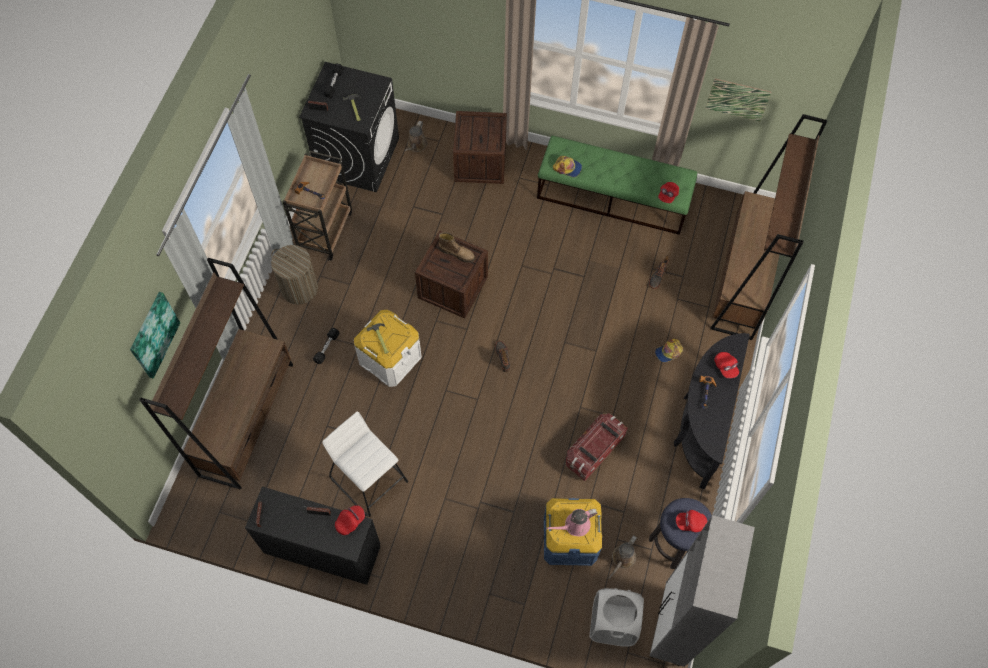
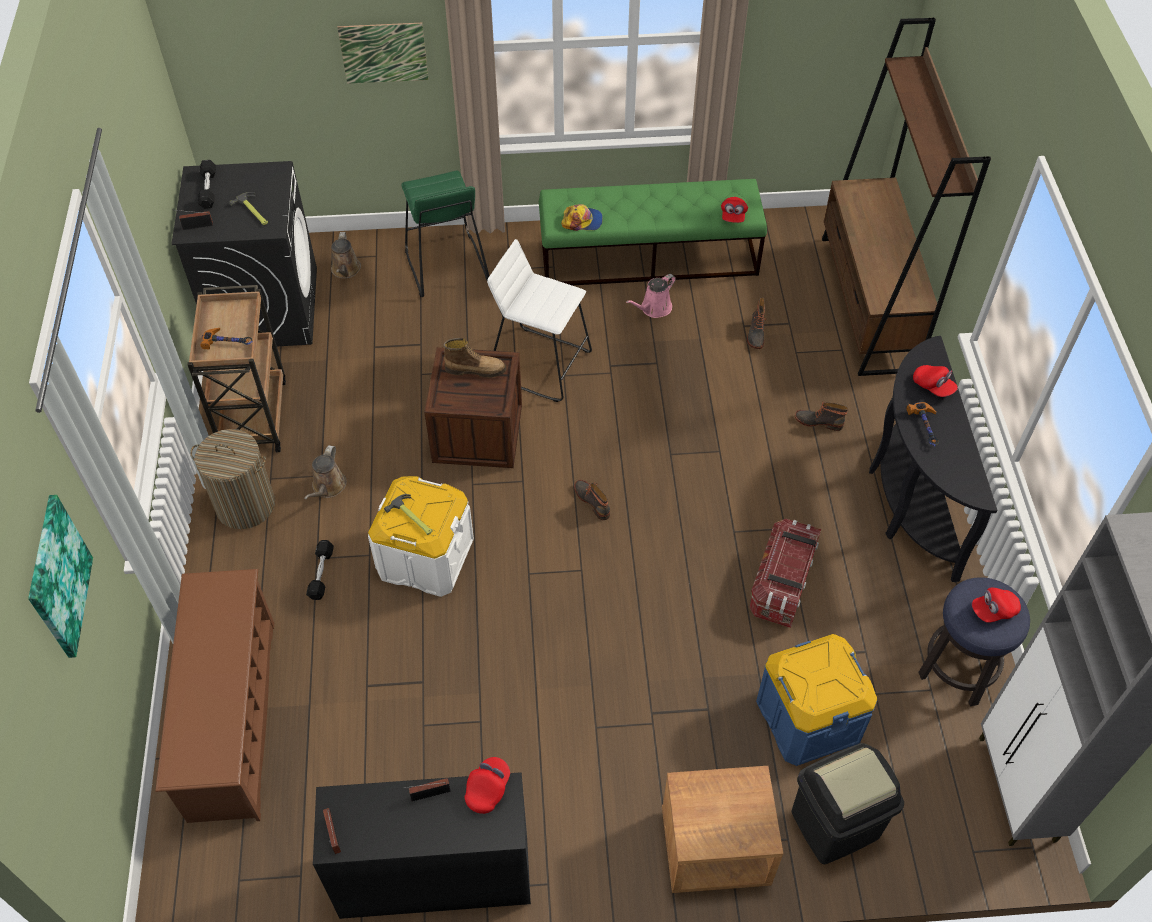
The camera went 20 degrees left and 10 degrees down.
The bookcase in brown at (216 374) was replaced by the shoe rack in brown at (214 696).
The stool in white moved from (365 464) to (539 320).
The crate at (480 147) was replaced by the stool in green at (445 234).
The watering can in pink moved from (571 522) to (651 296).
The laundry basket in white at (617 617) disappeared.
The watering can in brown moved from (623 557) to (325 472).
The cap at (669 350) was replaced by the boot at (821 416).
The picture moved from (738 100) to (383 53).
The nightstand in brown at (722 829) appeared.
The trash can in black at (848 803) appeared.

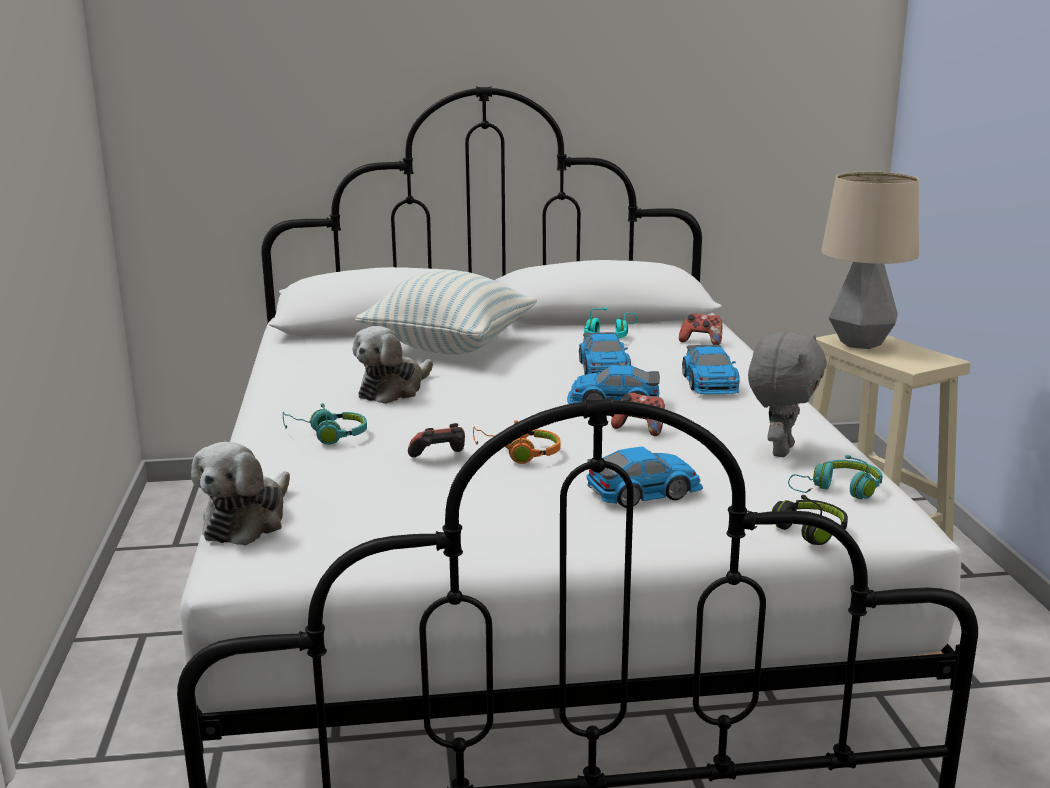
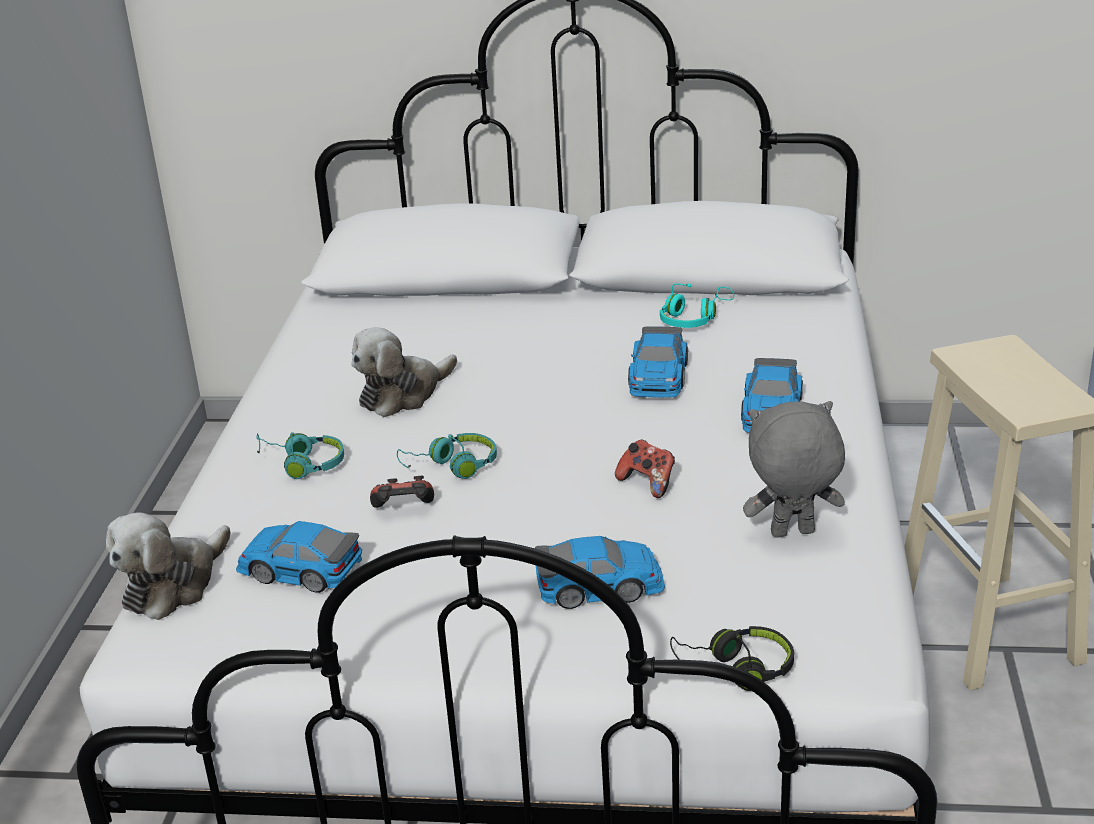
The camera went 15 degrees right and 10 degrees up.
The pillow at (446 312) disappeared.
The headphones in orange at (517 442) disappeared.
The toy car moved from (613 384) to (299 557).
The game controller at (700 329) disappeared.
The plush toy in grey at (787 394) turned 135 degrees counterclockwise.
The headphones in turquoise moved from (835 477) to (447 456).
The table lamp at (870 260) disappeared.

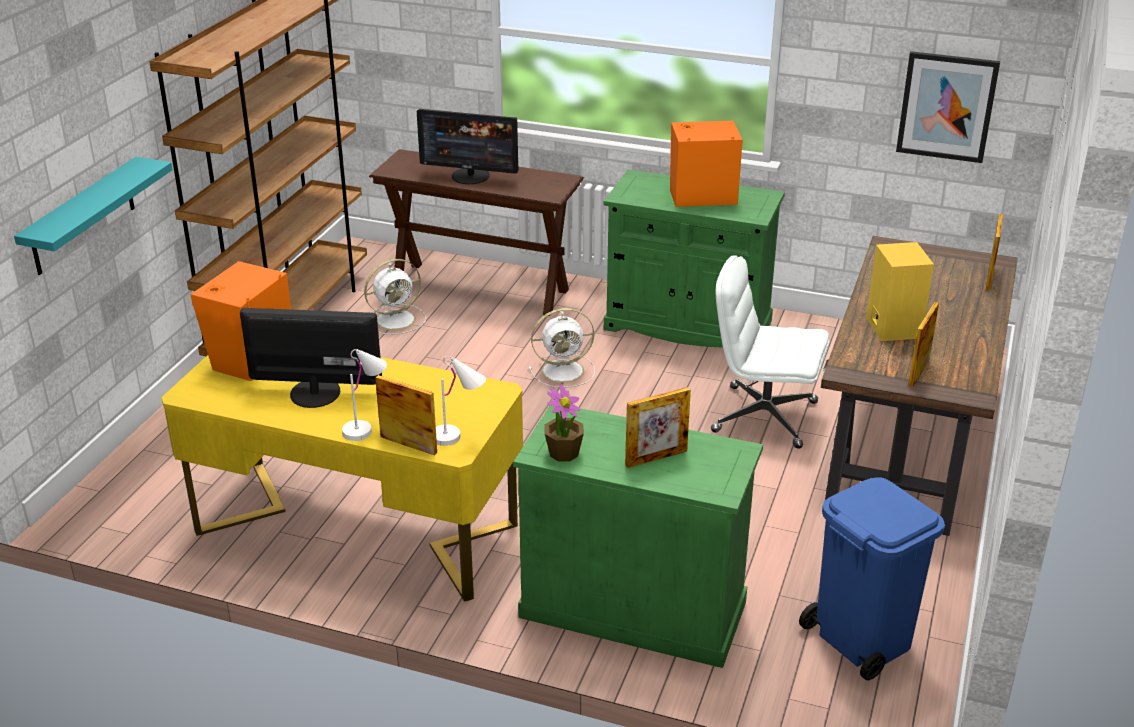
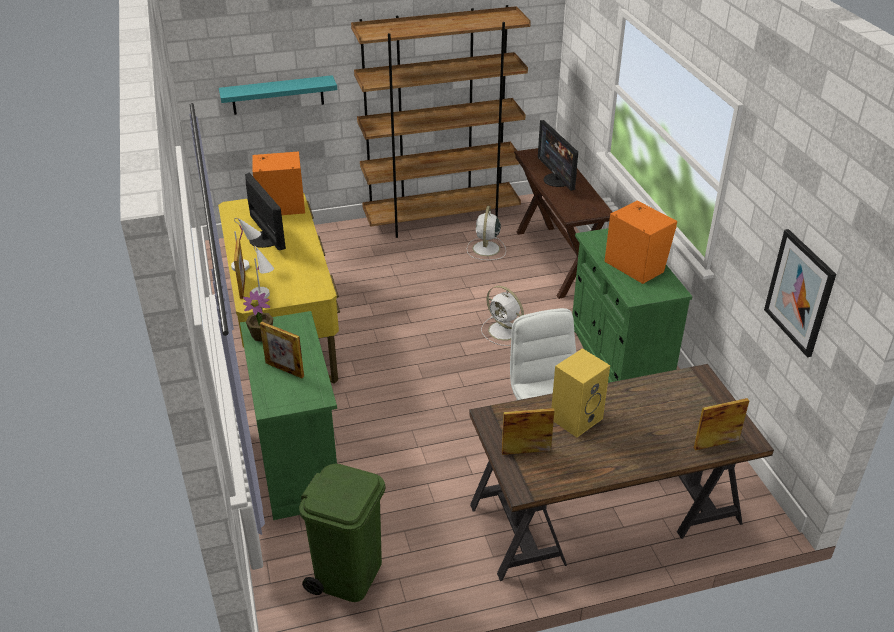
The camera went 55 degrees right and 5 degrees up.
The fan in white at (395 297) turned 75 degrees clockwise.
The trash can in blue at (872 578) became the trash can in green at (342 533).

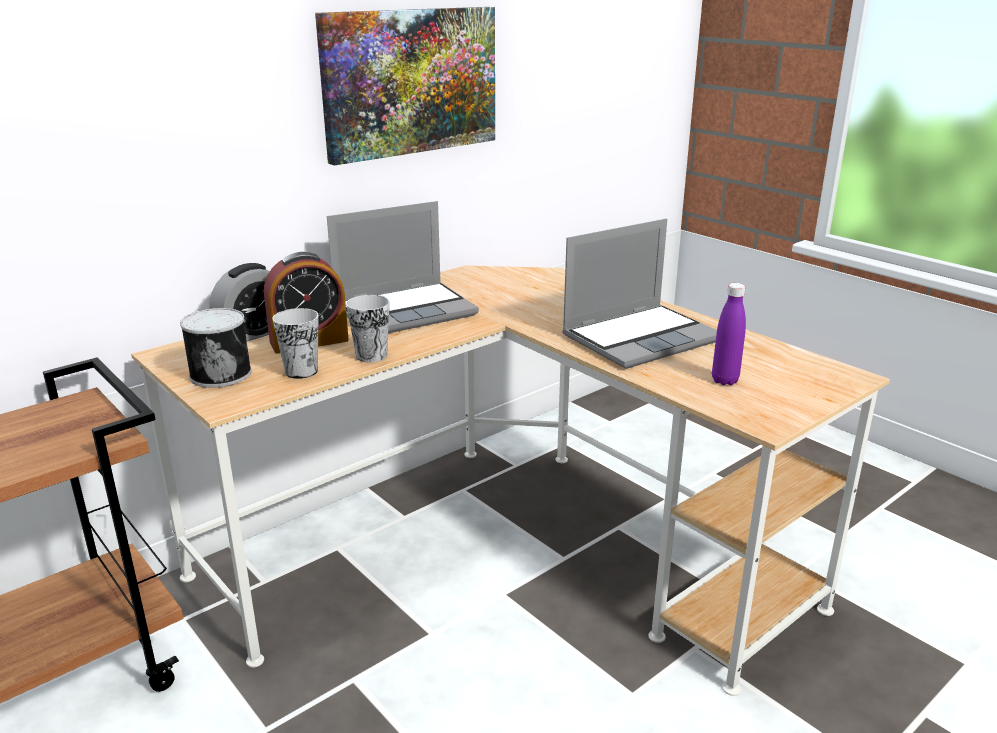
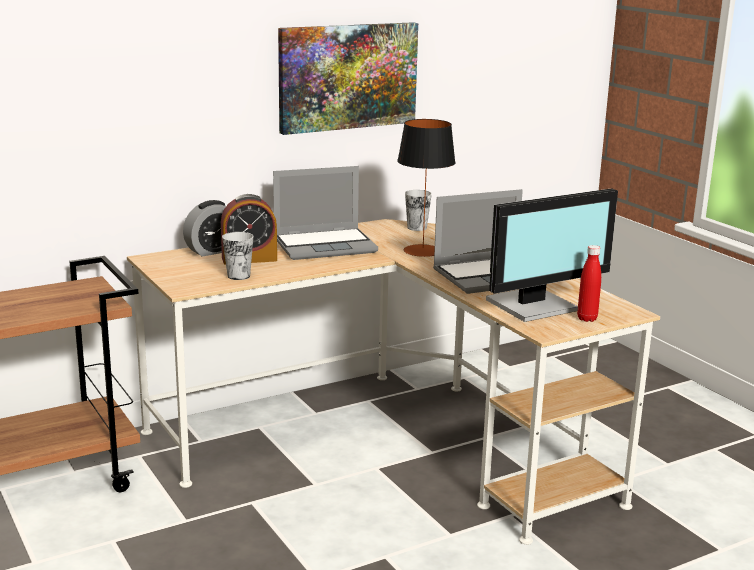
The camera went 10 degrees right and 5 degrees down.
The can at (216 348) disappeared.
The cup moved from (368 328) to (418 210).
The bottle in purple at (729 334) was replaced by the monitor at (552 255).
The table lamp at (426 188) appeared.
The bottle in red at (589 283) appeared.

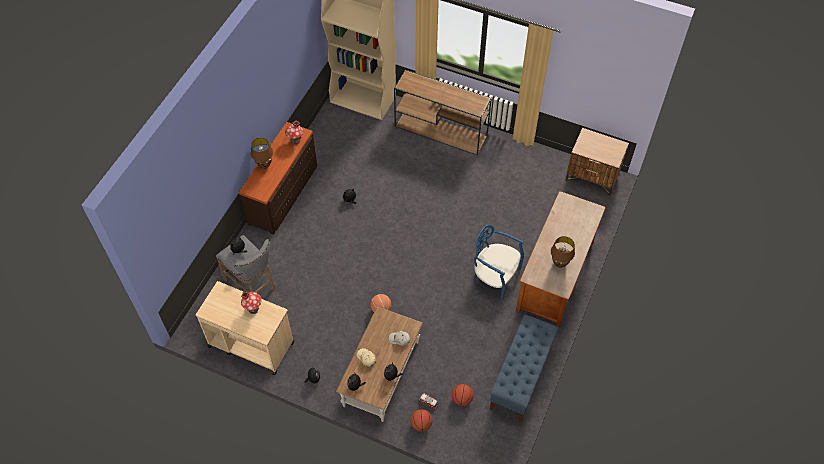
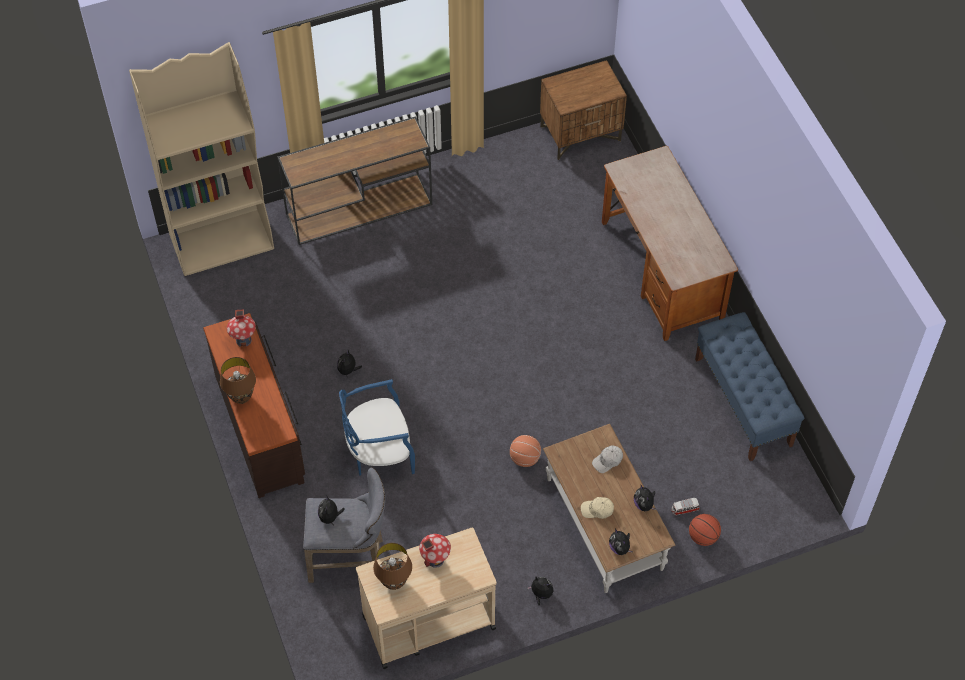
The camera went 45 degrees left and 0 degrees up.
The basketball at (463 395) disappeared.
The chair in blue moved from (499 263) to (377 427).
The table lamp in brown moved from (563 252) to (392 566).

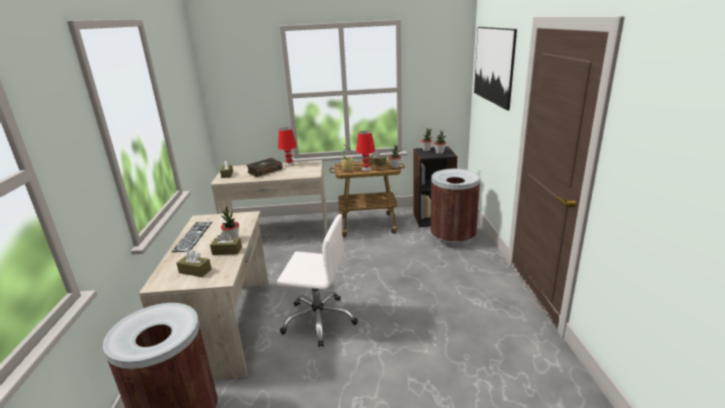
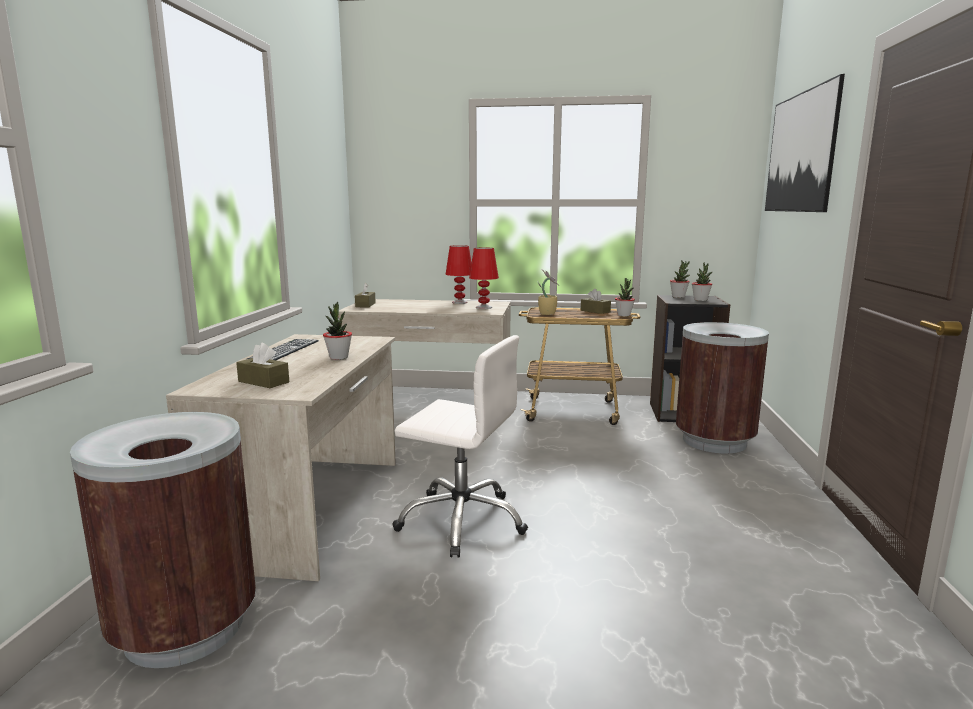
The camera went 10 degrees right and 10 degrees down.
The tissue box in brown at (226 243) disappeared.
The book at (264 167) disappeared.
The table lamp in red moved from (365 151) to (484 278).

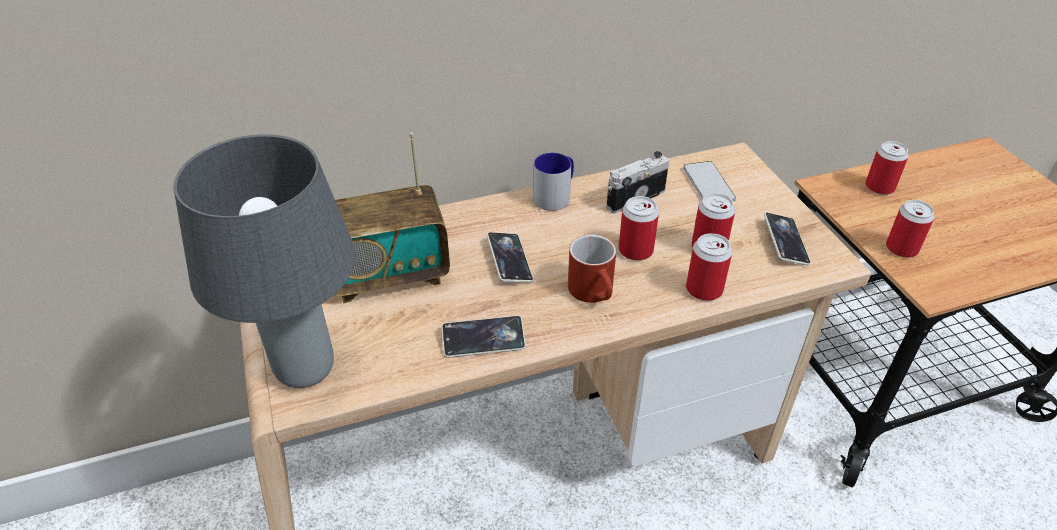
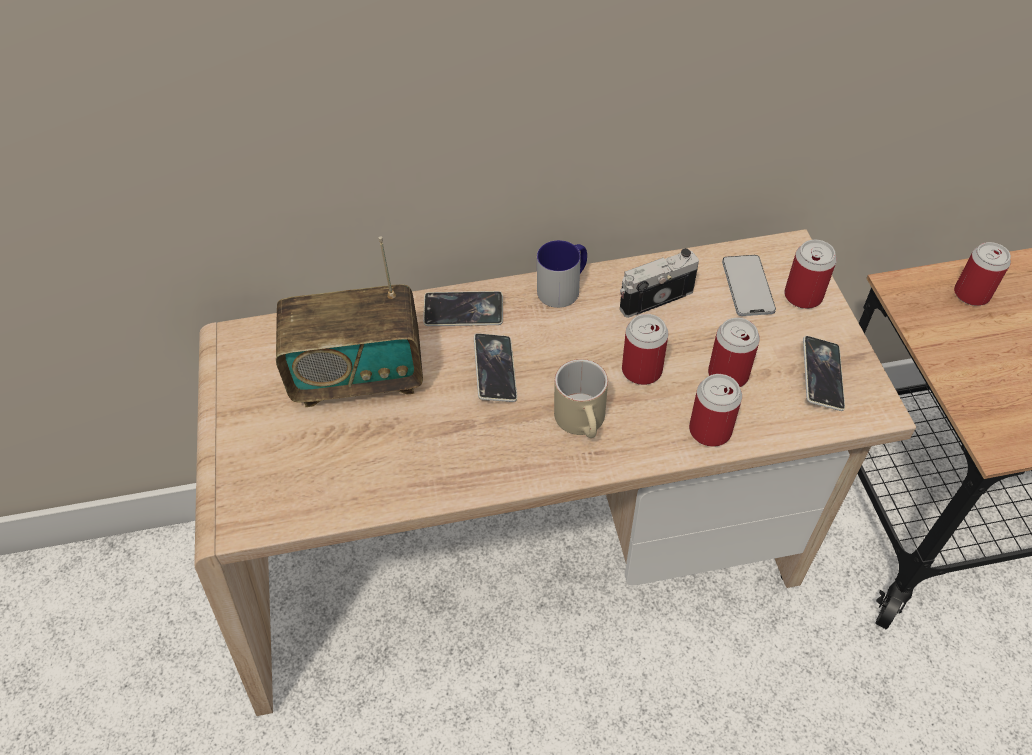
The camera went 10 degrees right and 10 degrees up.
The table lamp in grey at (265 261) disappeared.
The phone moved from (484 337) to (463 308).
The mug in red at (592 269) became the mug in beige at (581 398).
The can moved from (910 229) to (810 274).

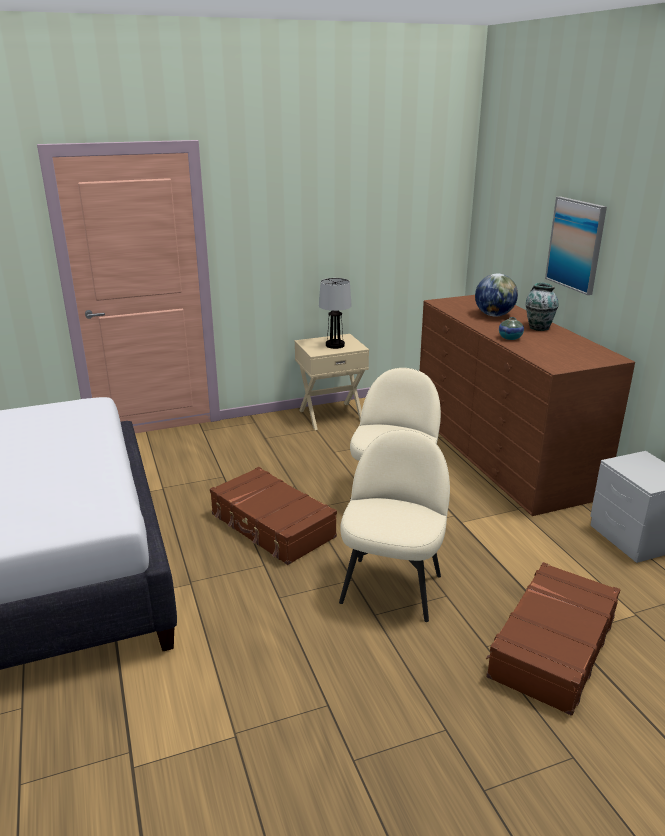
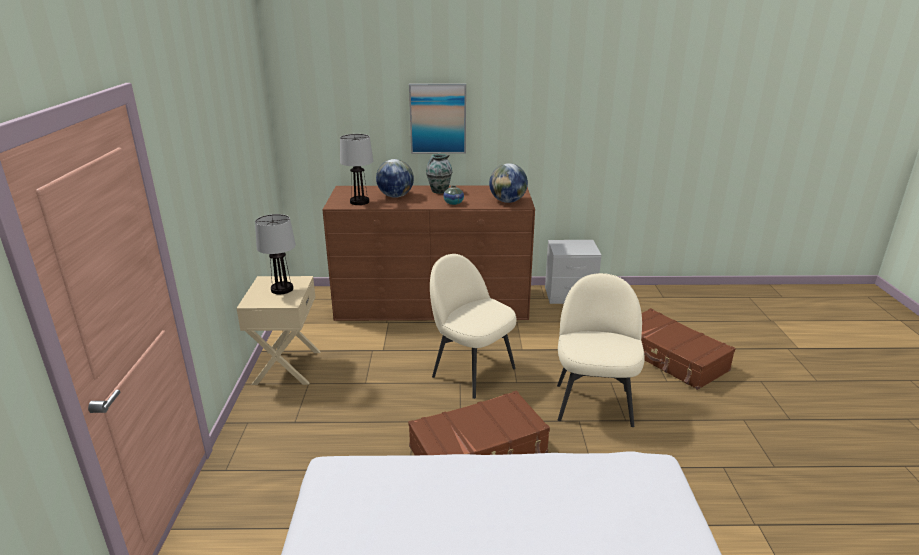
The camera went 70 degrees left and 0 degrees up.
The chair in beige at (394 525) turned 60 degrees clockwise.
The table lamp at (356 169) appeared.
The globe at (508 183) appeared.

